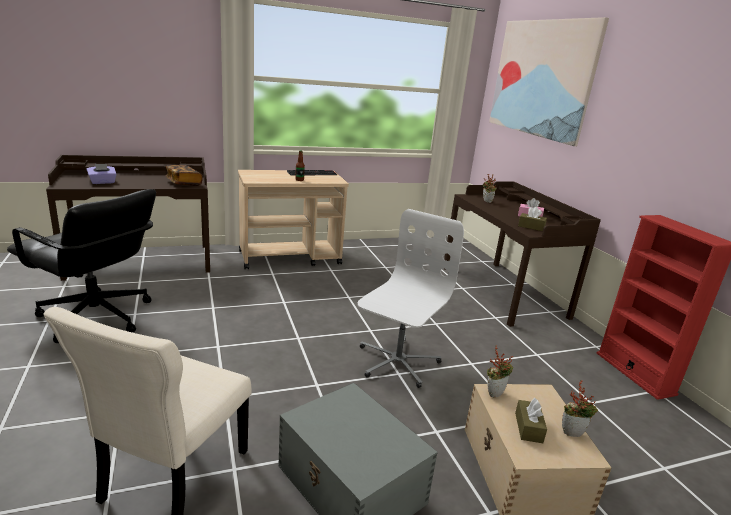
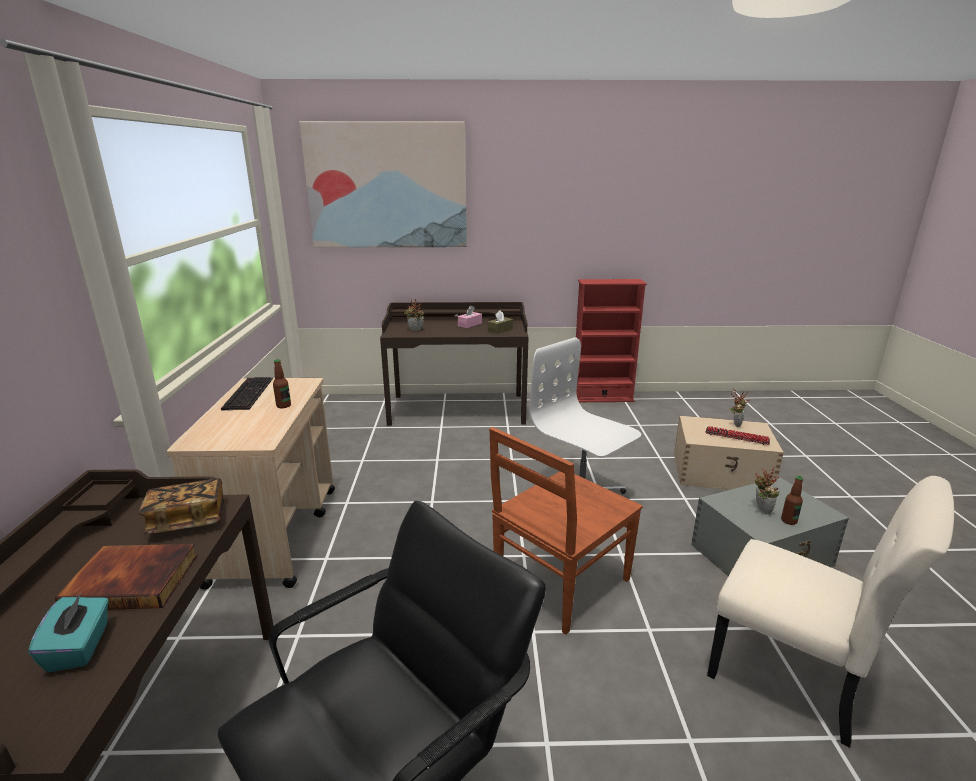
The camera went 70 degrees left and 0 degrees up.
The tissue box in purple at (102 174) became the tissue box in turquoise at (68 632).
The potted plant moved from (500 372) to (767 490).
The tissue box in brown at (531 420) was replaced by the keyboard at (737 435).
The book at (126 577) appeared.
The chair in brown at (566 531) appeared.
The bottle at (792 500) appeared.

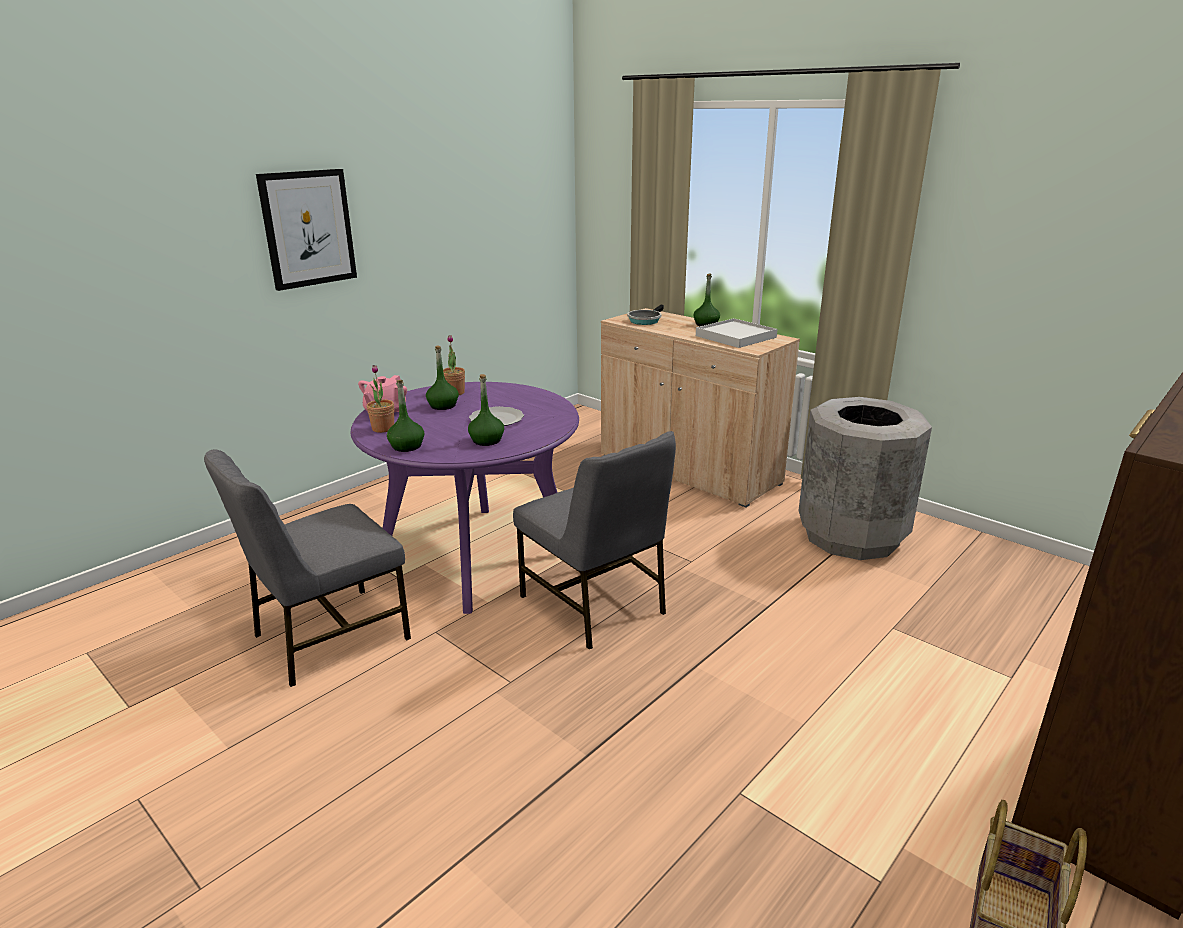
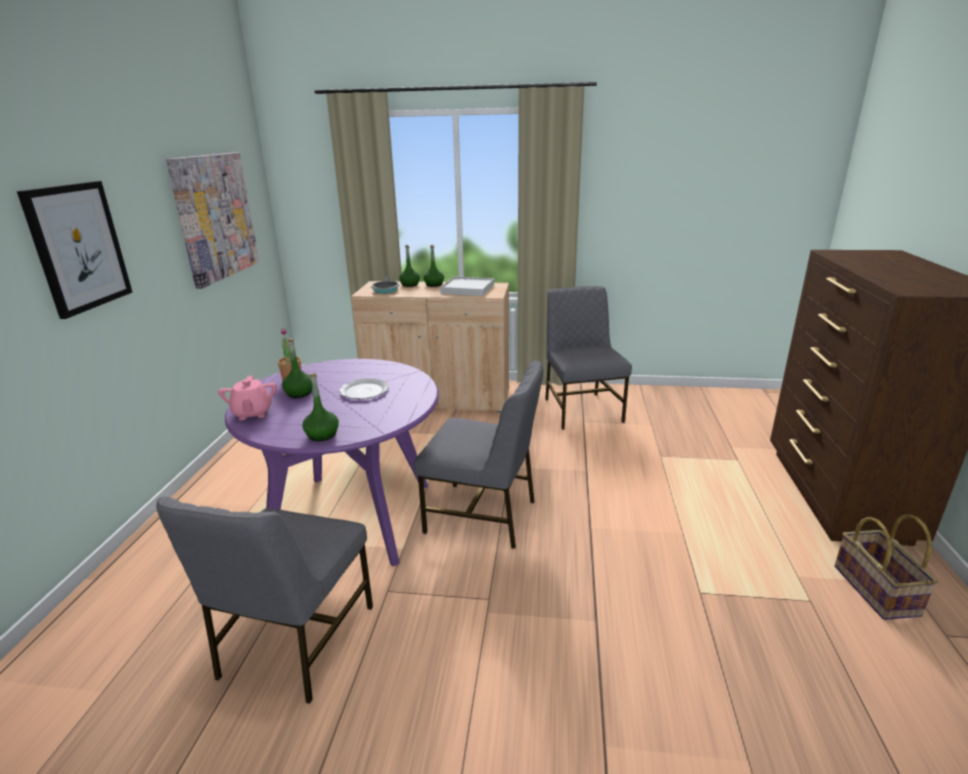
The camera went 35 degrees left and 0 degrees up.
The potted plant at (380 399) disappeared.
The bottle in green moved from (486 410) to (409 266).
The trash can in grey at (865 478) was replaced by the chair in grey at (588 358).
The picture at (213 220) appeared.

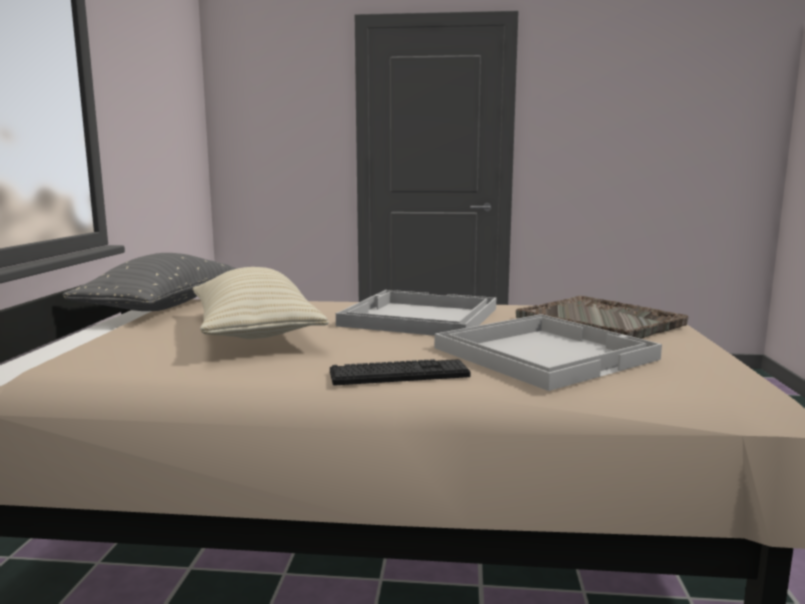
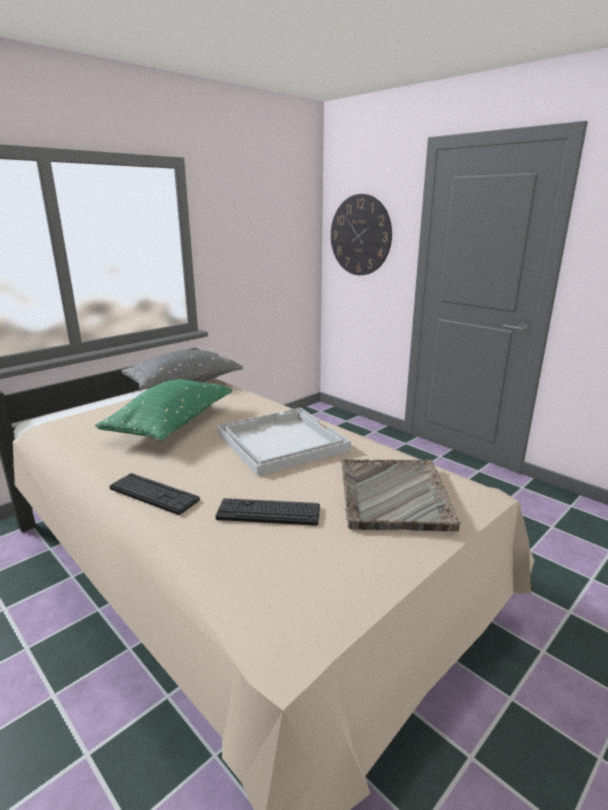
The camera went 40 degrees right and 10 degrees up.
The pillow in beige at (261 303) became the pillow in green at (163 410).
The tray in white at (548 352) was replaced by the keyboard at (267 512).
The wall clock at (361 234) appeared.

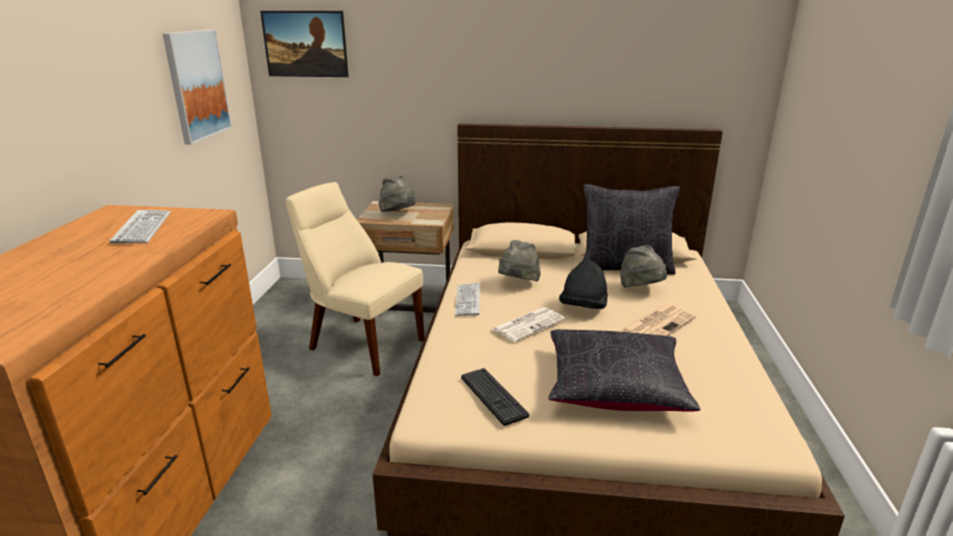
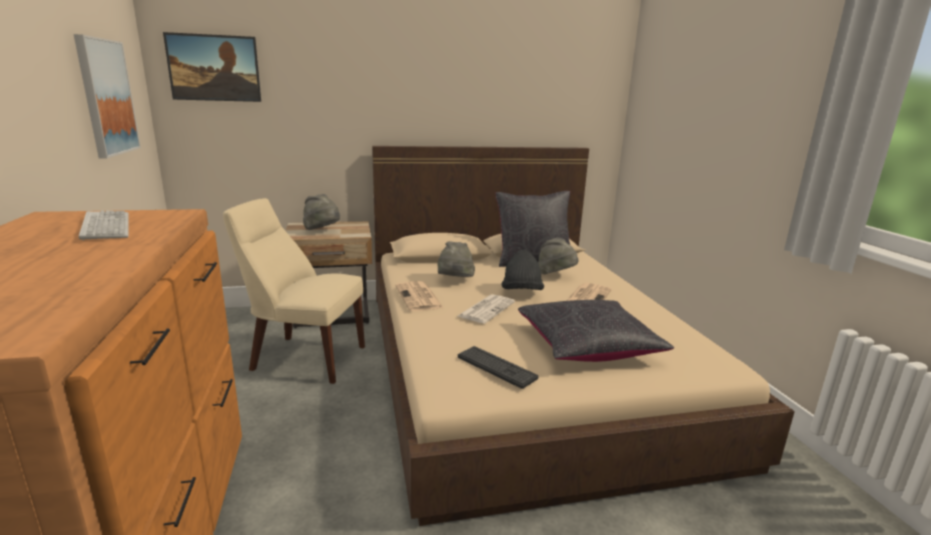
The camera went 20 degrees left and 5 degrees down.
The keyboard at (467 299) was replaced by the newspaper at (419 296).

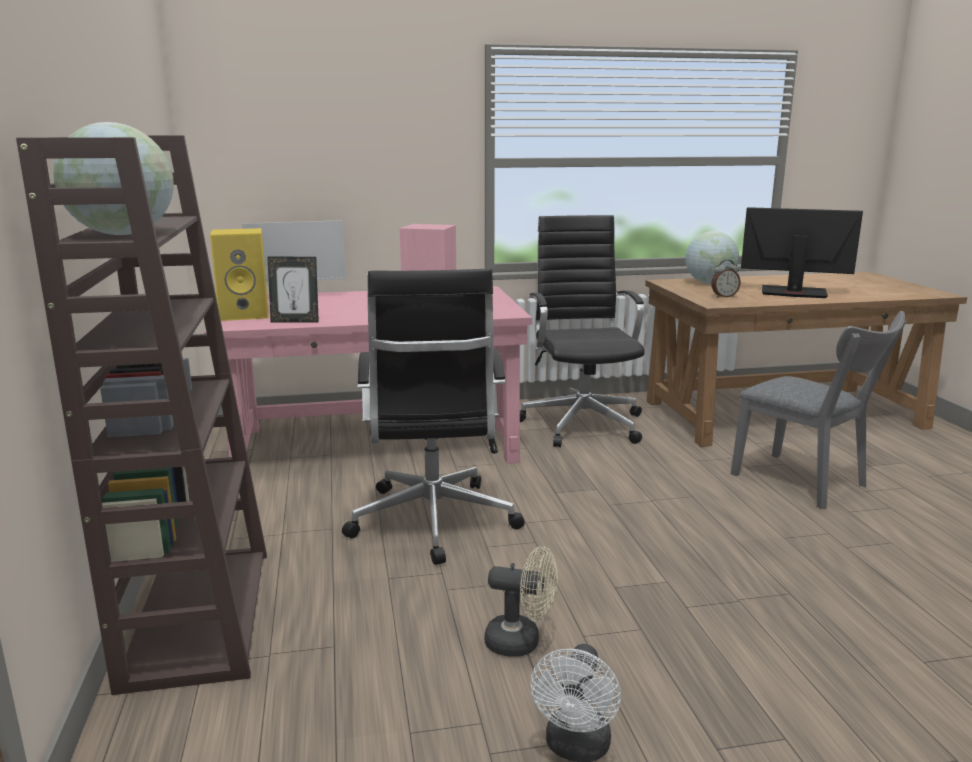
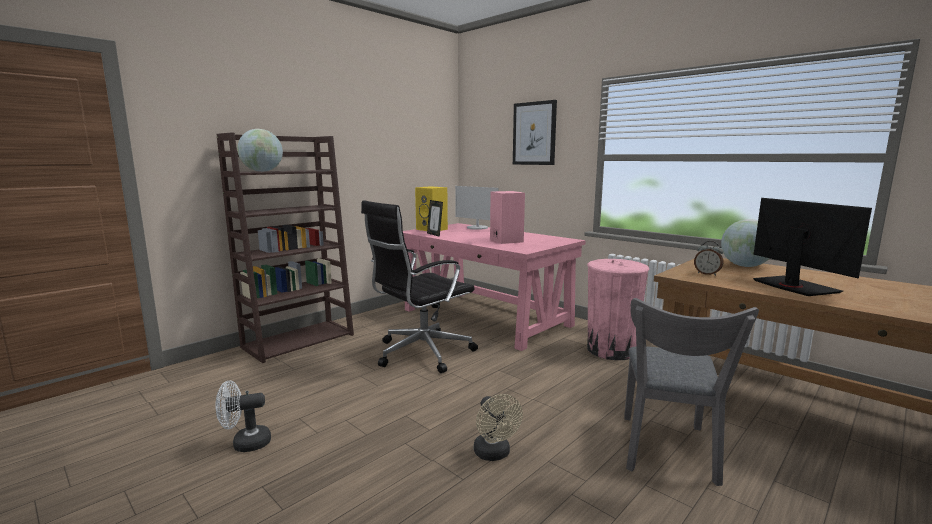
The camera went 55 degrees right and 5 degrees down.
The fan in beige moved from (521 601) to (498 427).
The office chair in black at (582 331) was replaced by the trash can in pink at (618 309).
The picture at (535 132) appeared.

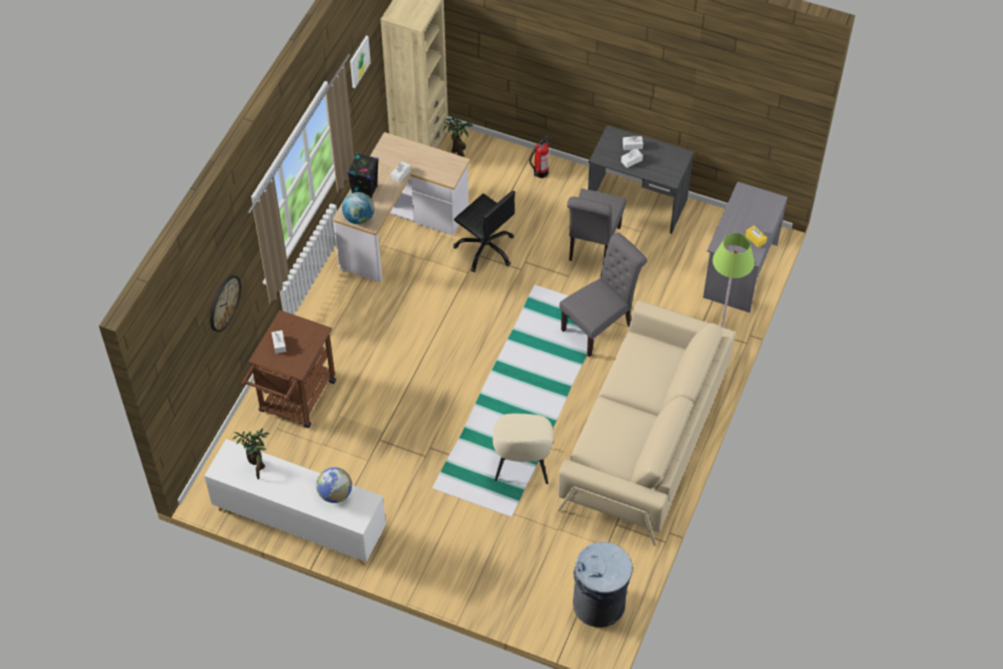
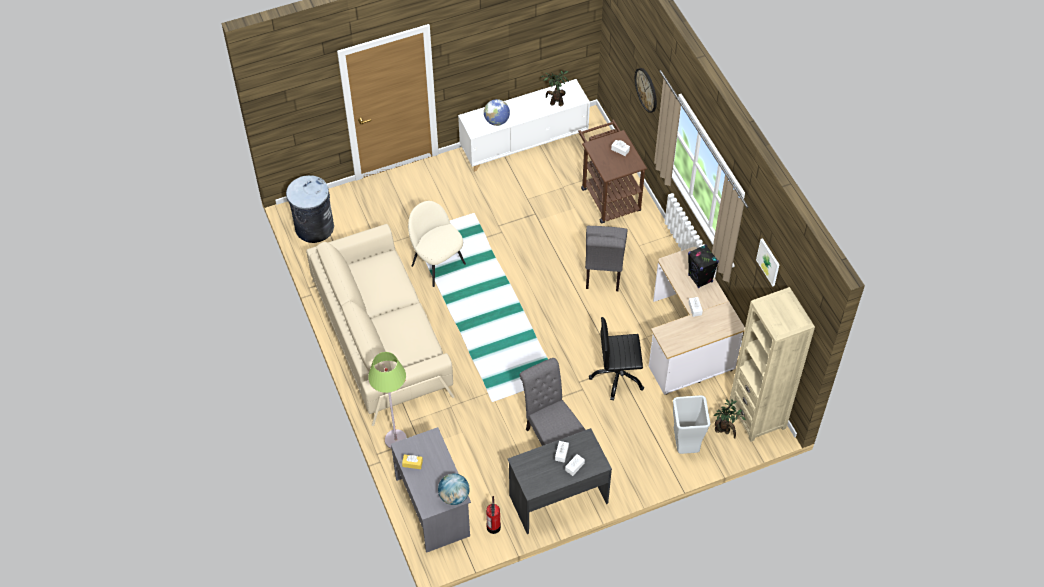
The camera went 135 degrees right and 0 degrees up.
The globe moved from (358 208) to (454 489).
The fire extinguisher moved from (540 155) to (493 515).
The chair in grey moved from (603 295) to (606 258).
The trash can in grey at (691 424) appeared.

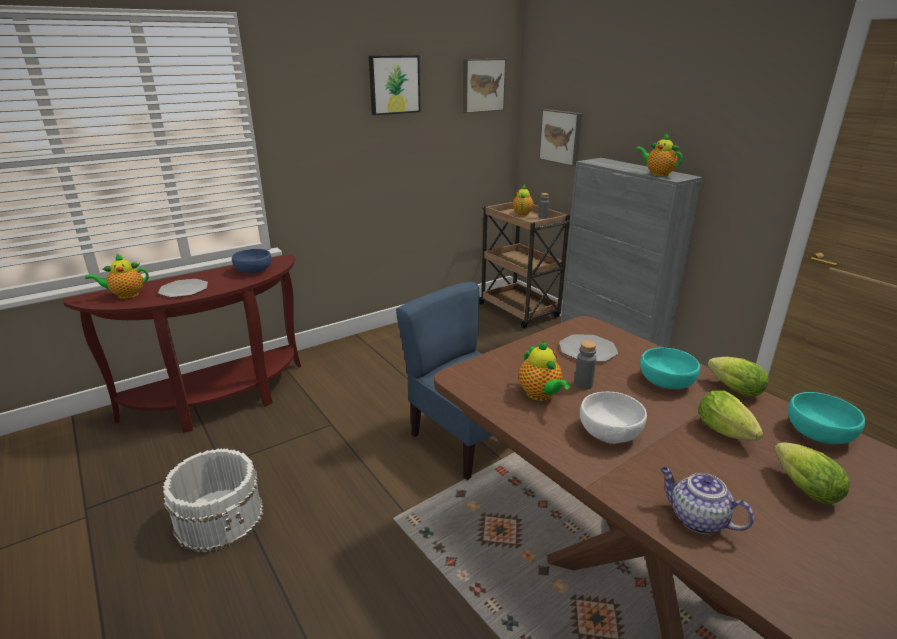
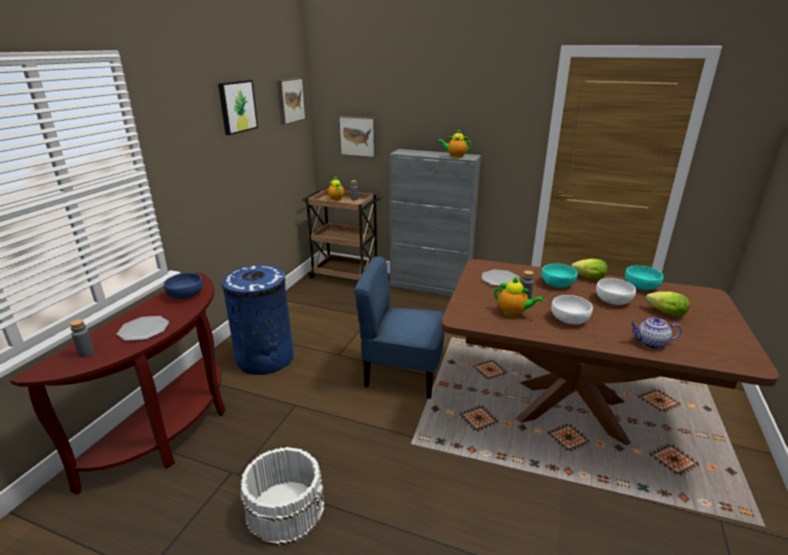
The camera went 35 degrees left and 0 degrees up.
The teapot at (117 276) was replaced by the bottle in grey at (82 338).
The lettuce at (730 416) was replaced by the bowl in white at (616 291).
The trash can in blue at (258 320) appeared.

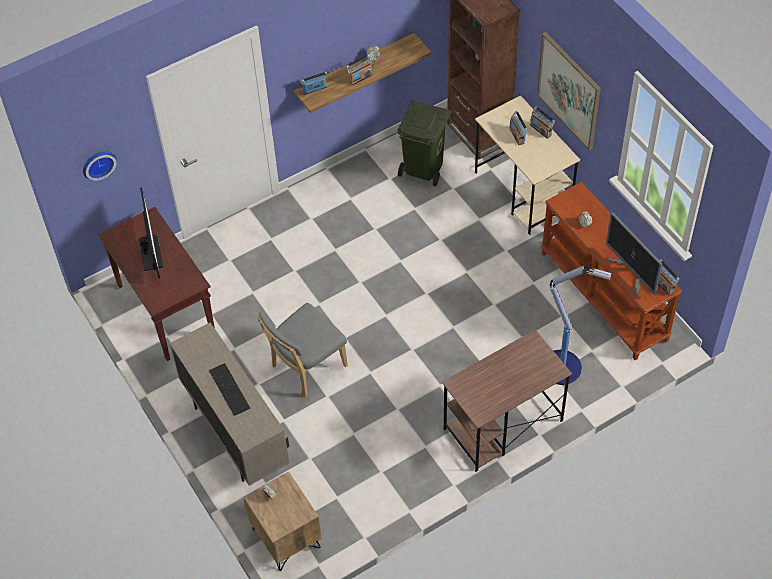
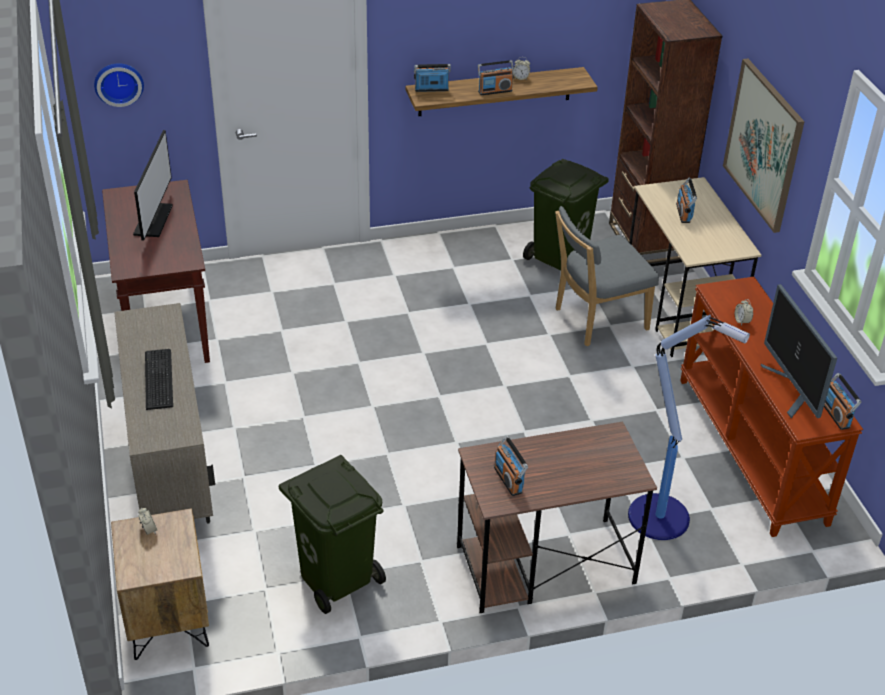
The camera went 15 degrees right and 15 degrees down.
The chair in grey moved from (302 350) to (607 276).
The radio moved from (542 122) to (511 466).
The trash can in green at (332 534) appeared.

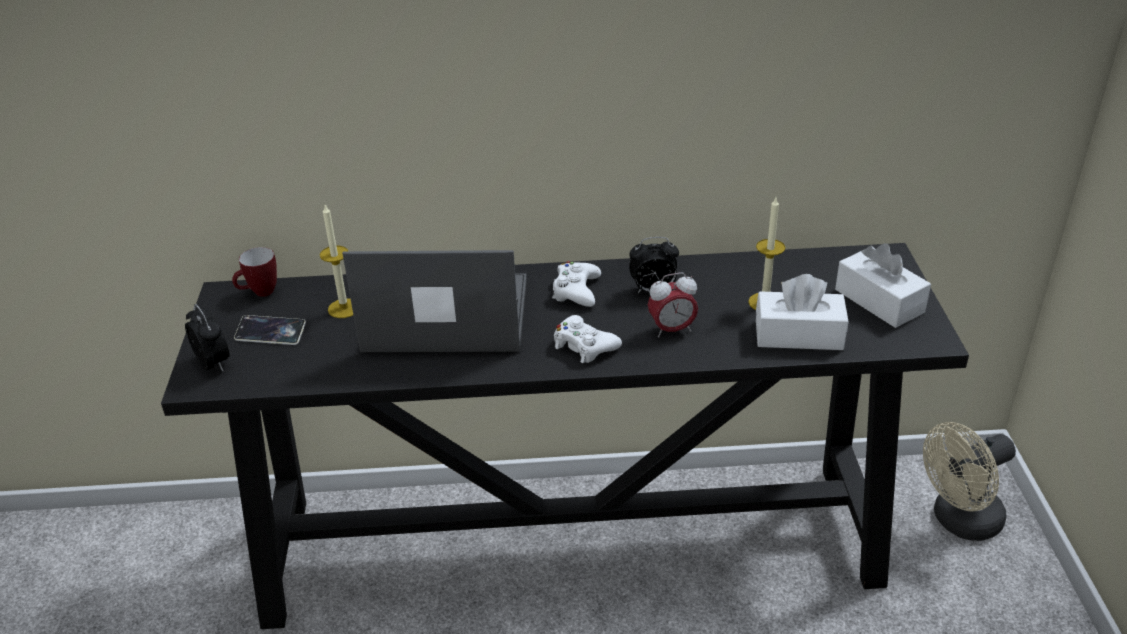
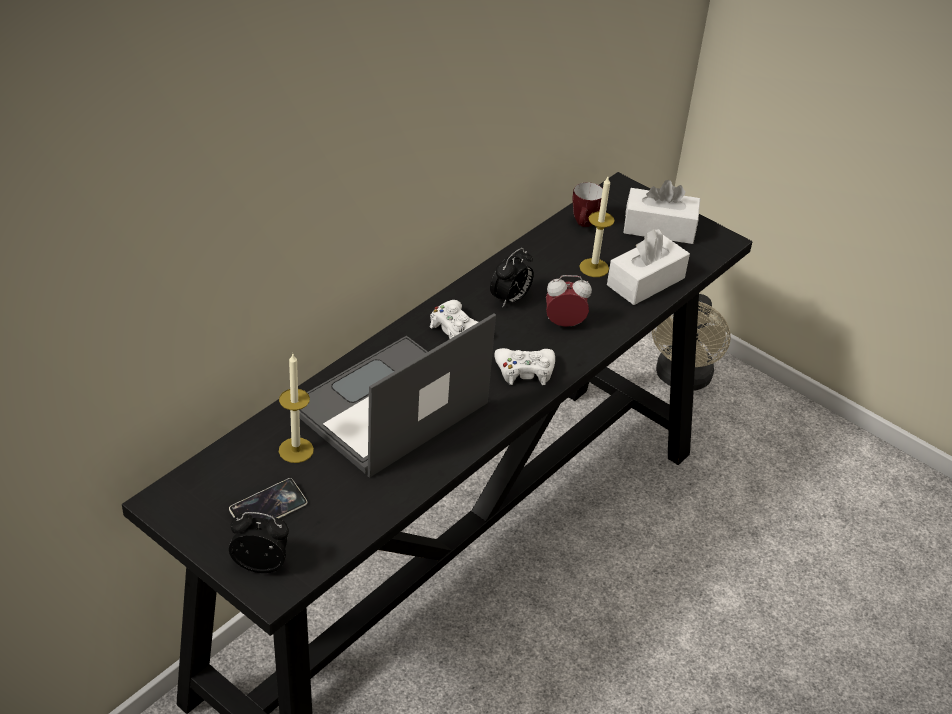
The camera went 50 degrees left and 5 degrees up.
The mug moved from (254 272) to (587 204).
The alarm clock at (673 304) turned 120 degrees counterclockwise.

